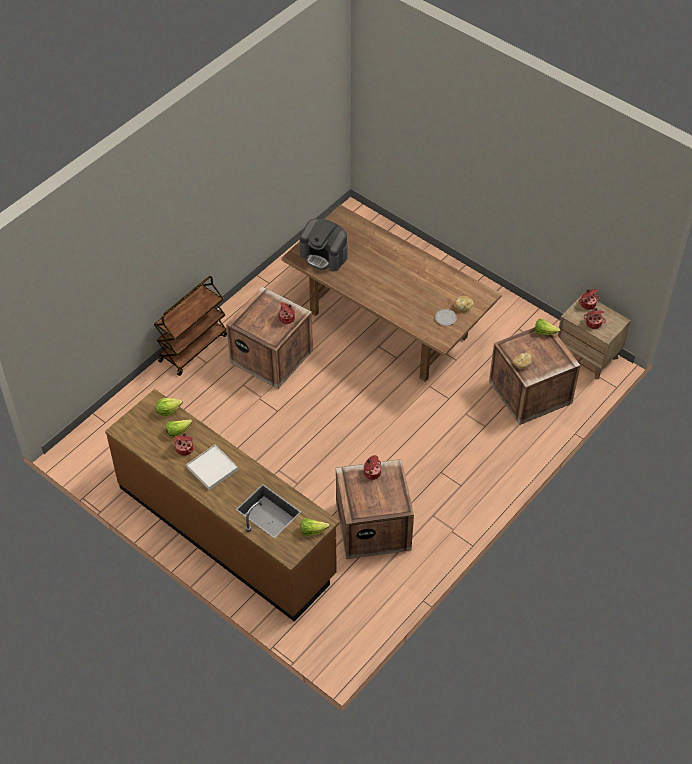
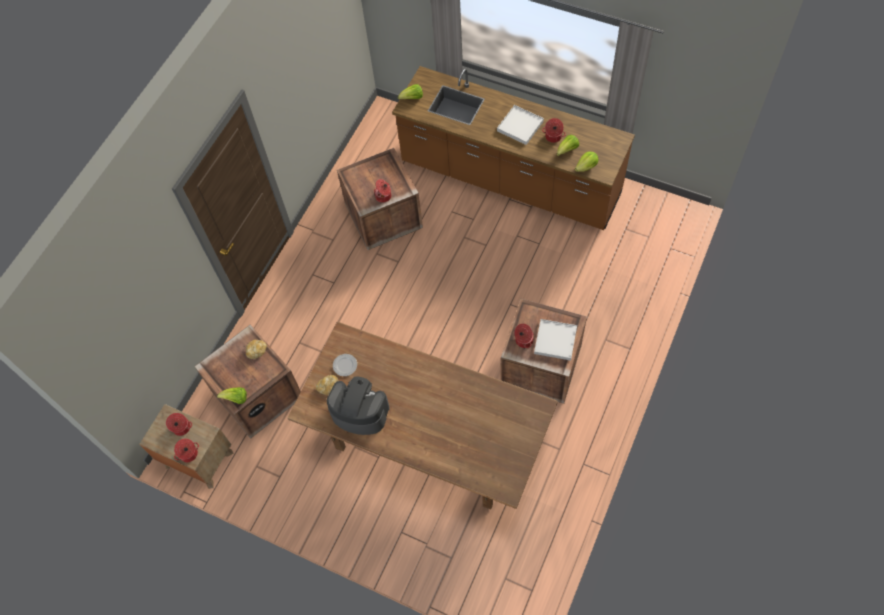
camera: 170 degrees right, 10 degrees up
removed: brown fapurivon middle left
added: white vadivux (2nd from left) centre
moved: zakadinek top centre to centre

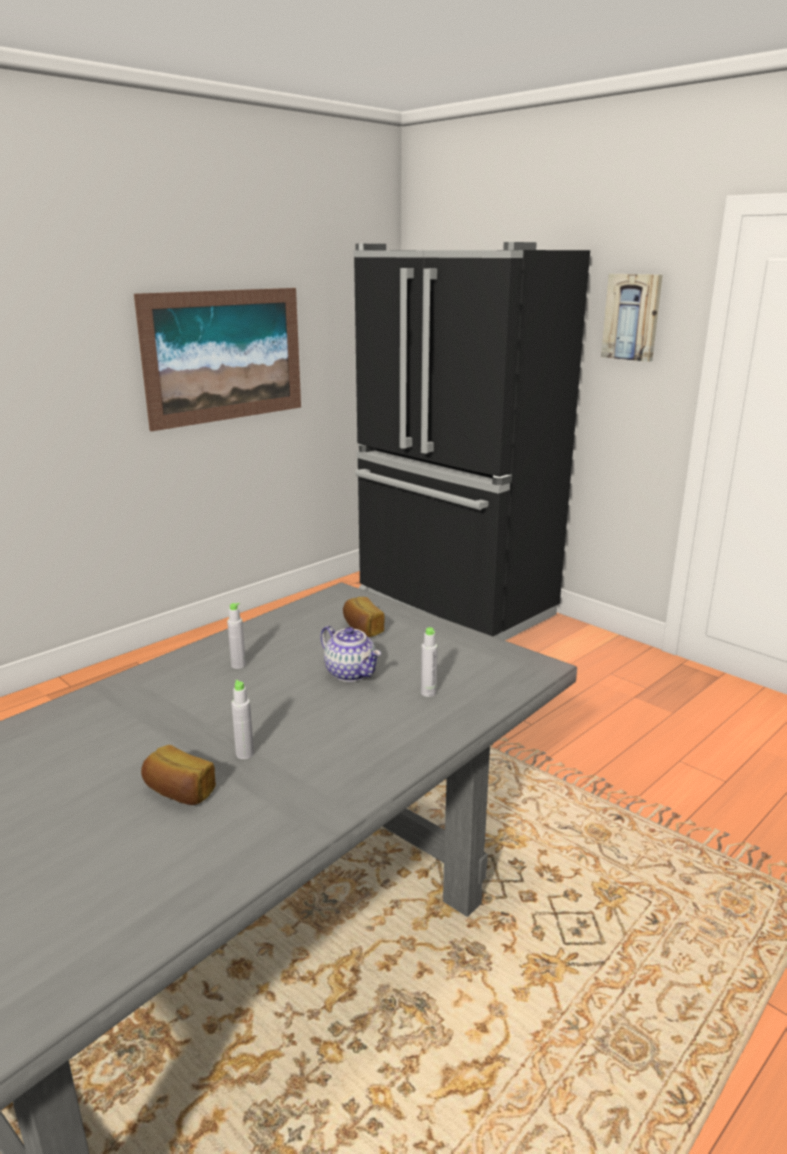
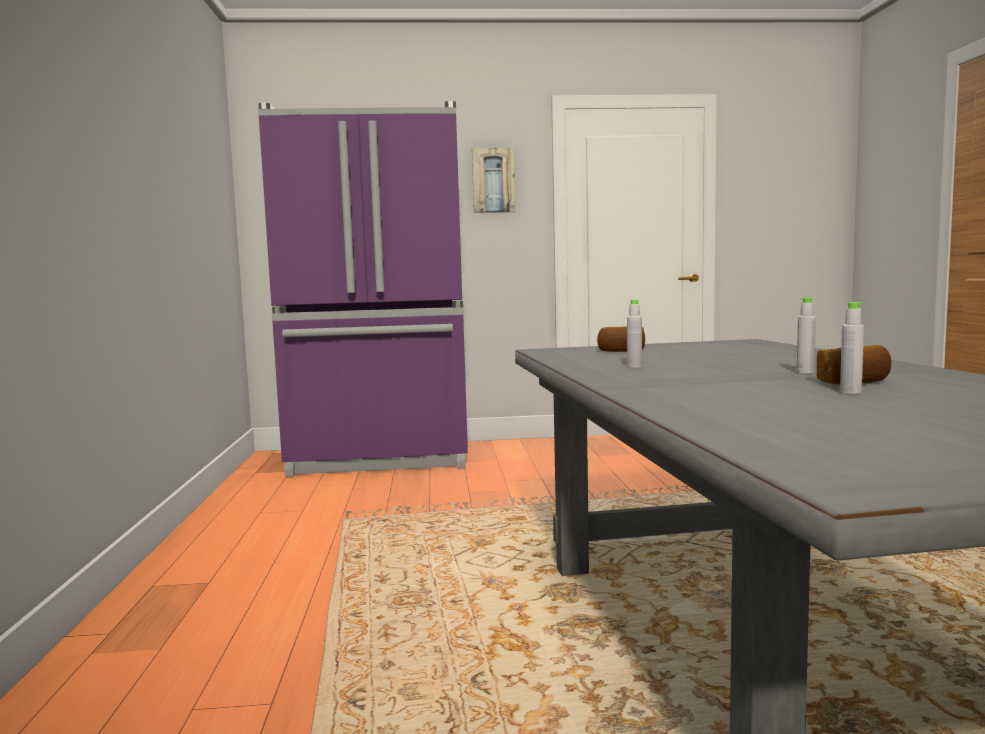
camera: 50 degrees left, 15 degrees down
removed: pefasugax (1st from left) top left; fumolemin centre
moved: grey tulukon (3rd from left) centre to middle right
recoloured: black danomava centre to purple danomava centre

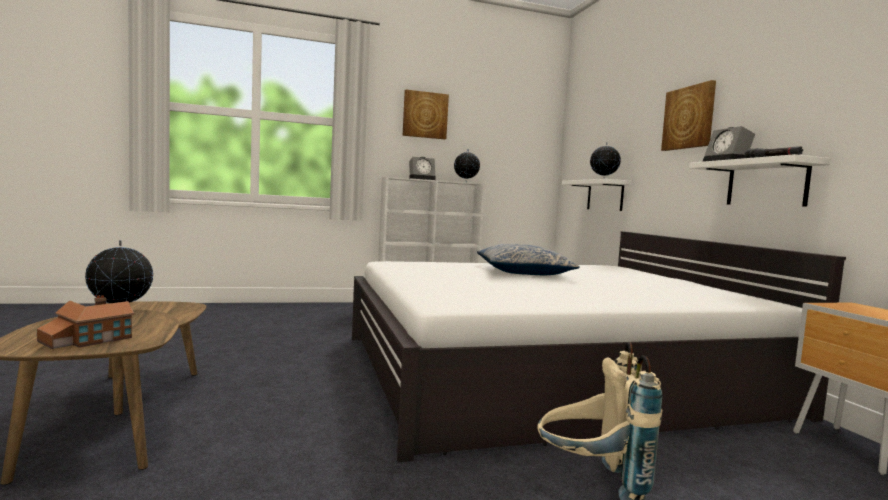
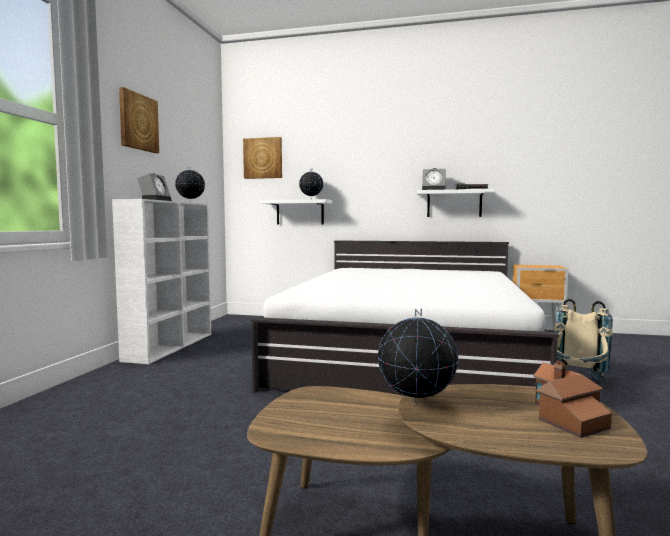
camera: 60 degrees left, 0 degrees up
removed: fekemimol centre
moved: pefasugax (2nd from left) top right to top centre

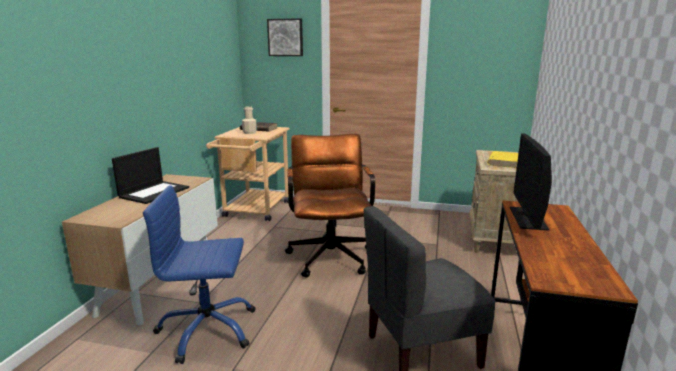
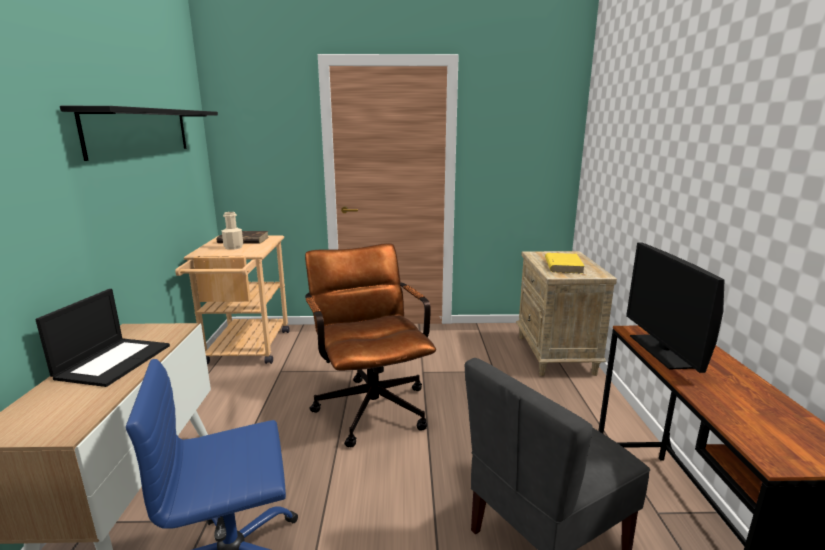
camera: 15 degrees left, 0 degrees up
removed: pefasugax top centre
added: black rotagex top left

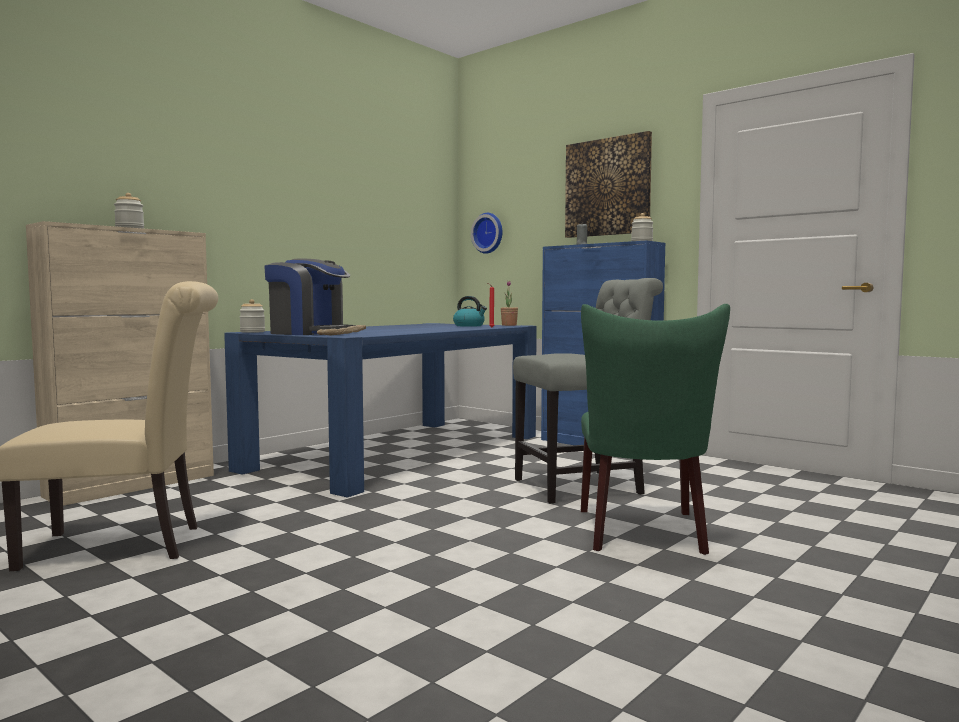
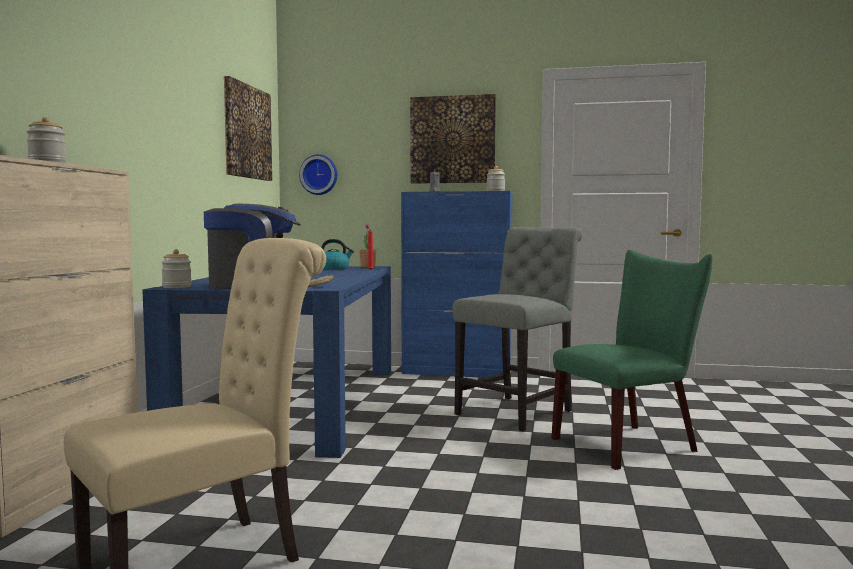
camera: 30 degrees left, 0 degrees up
added: pefasugax (1st from left) top left
turned: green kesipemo middle right = middle right 90 degrees counterclockwise

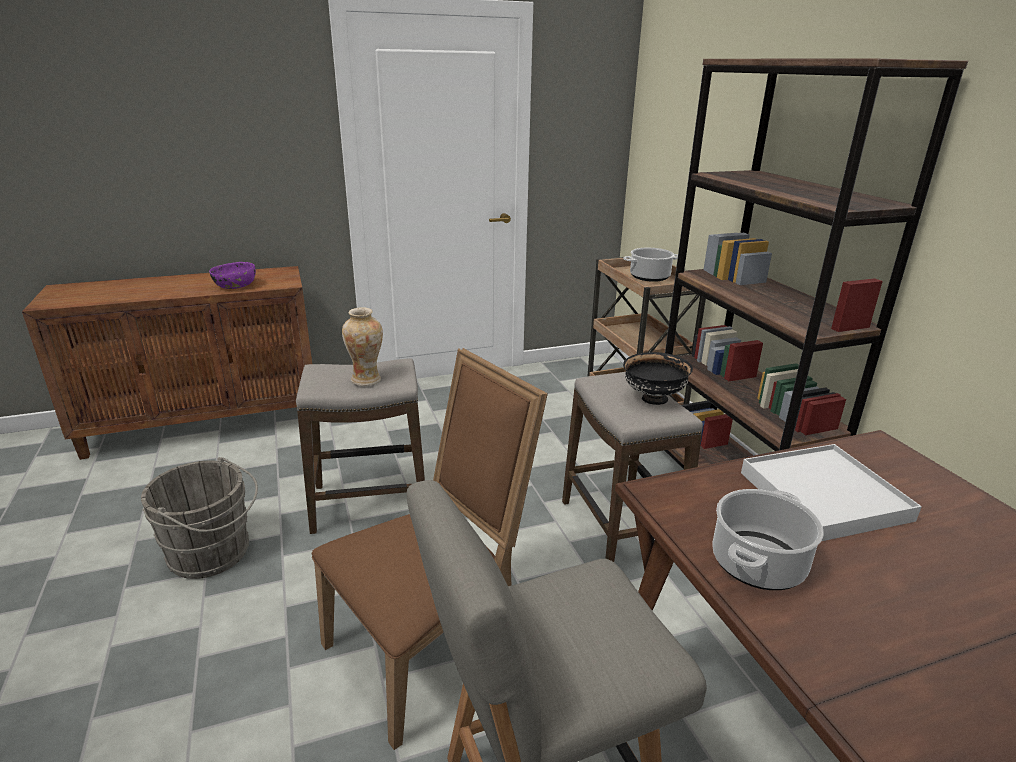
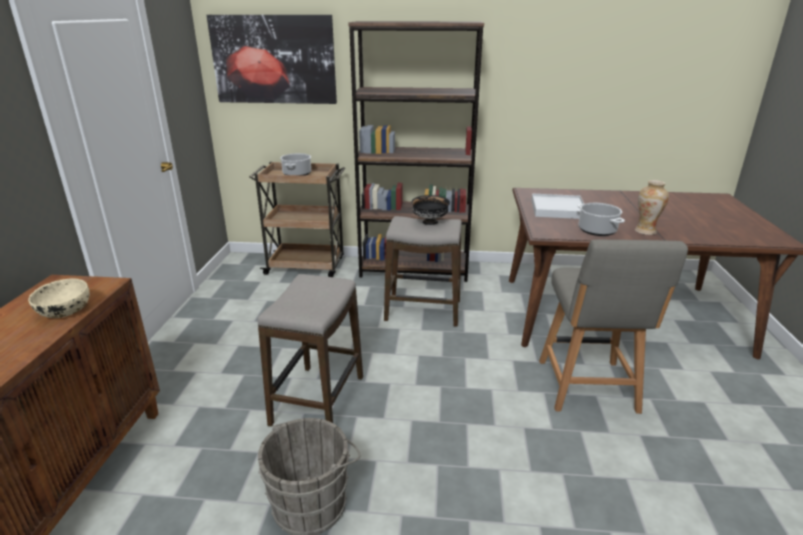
camera: 65 degrees left, 0 degrees up
removed: brown kesipemo bottom centre
added: pefasugax top centre
moved: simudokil centre to middle right
recoloured: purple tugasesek middle left to beige tugasesek middle left

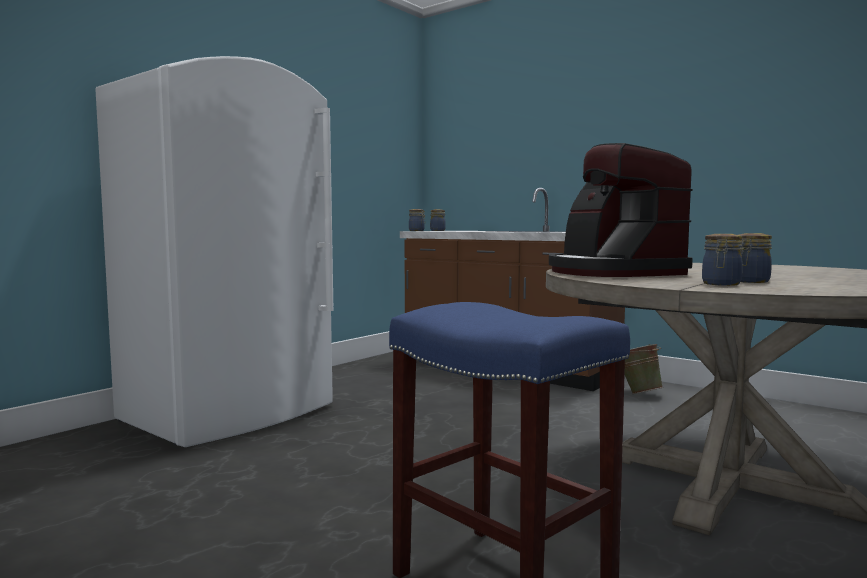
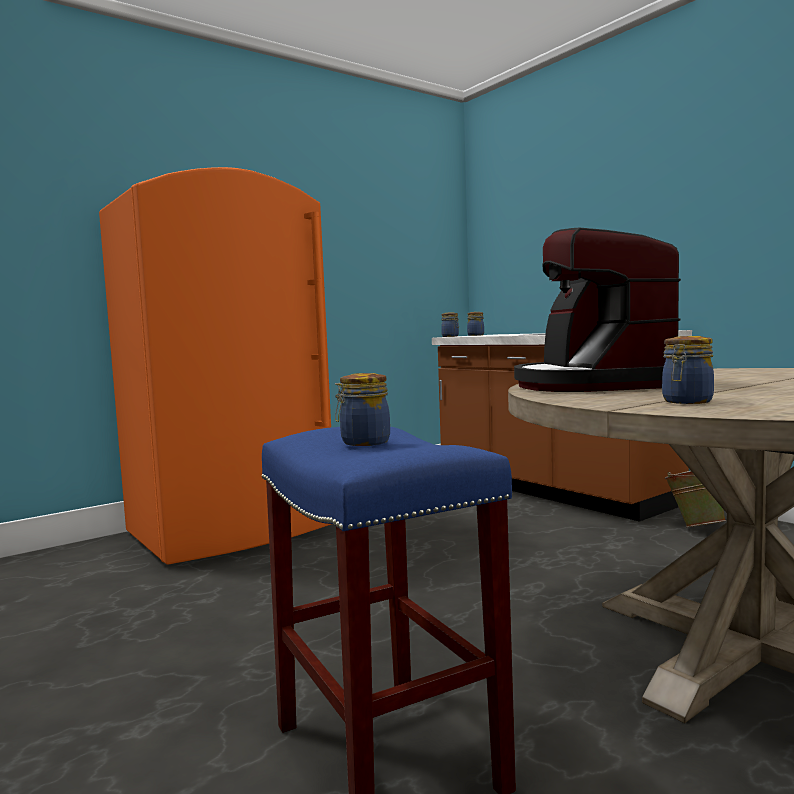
camera: 15 degrees right, 0 degrees up
moved: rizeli (4th from left in the first image) middle right to rizeli (1st from left) centre
recoloured: white danomava middle left to orange danomava middle left

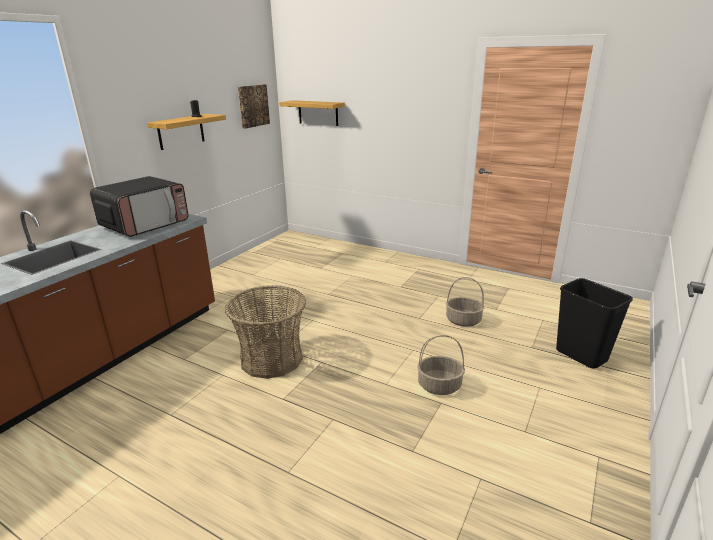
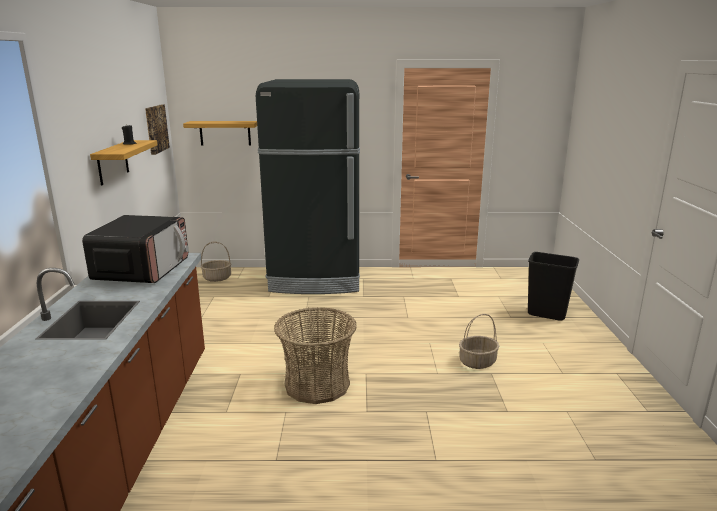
camera: 30 degrees left, 5 degrees down
added: black danomava centre
moved: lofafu (3rd from left in the first image) centre to lofafu (1st from left) middle left

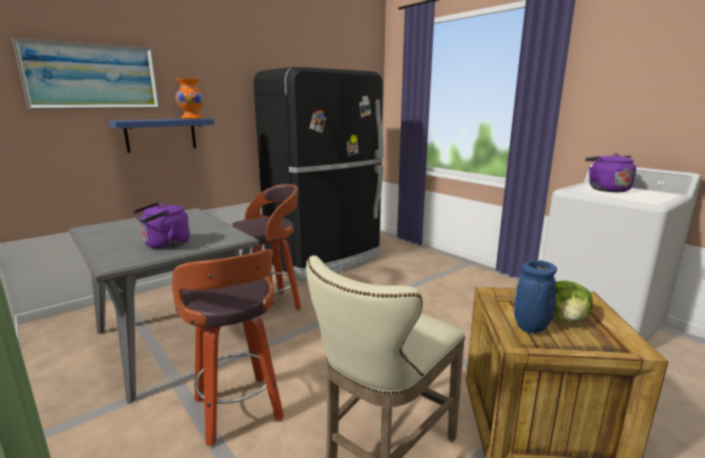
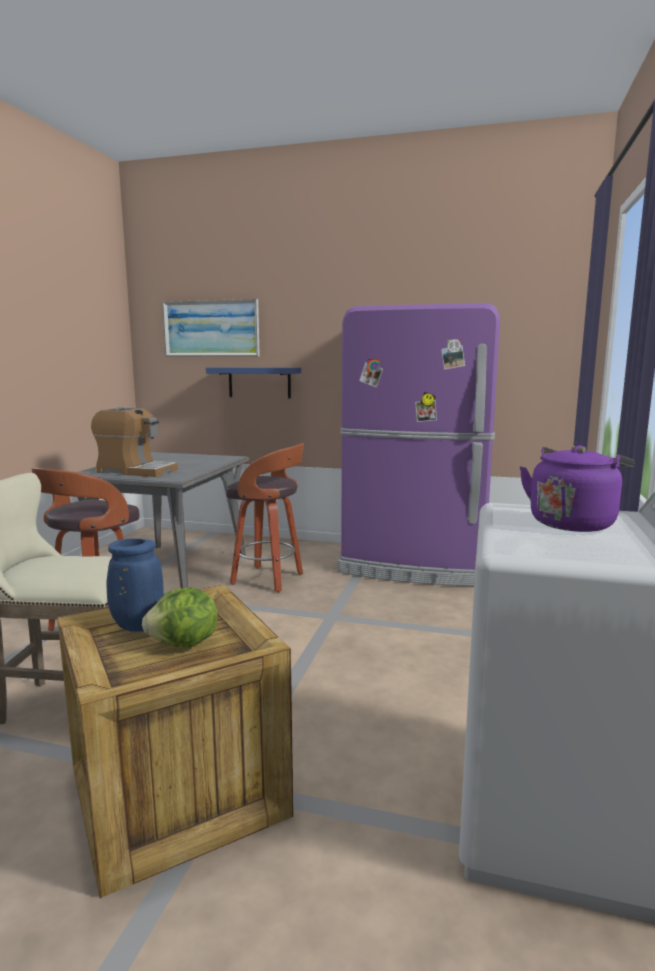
camera: 55 degrees right, 5 degrees down
removed: orange simudokil top left
replaced: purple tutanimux (1st from left) middle left to zakadinek middle left
recoloured: black danomava centre to purple danomava centre

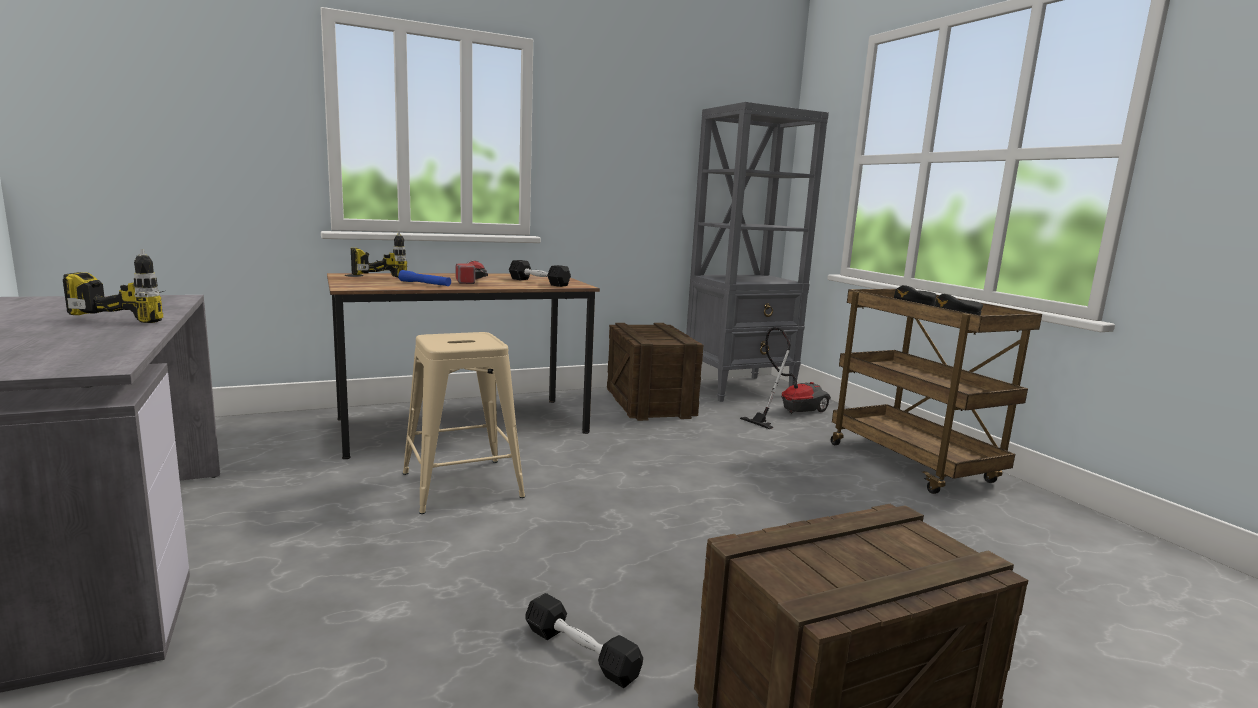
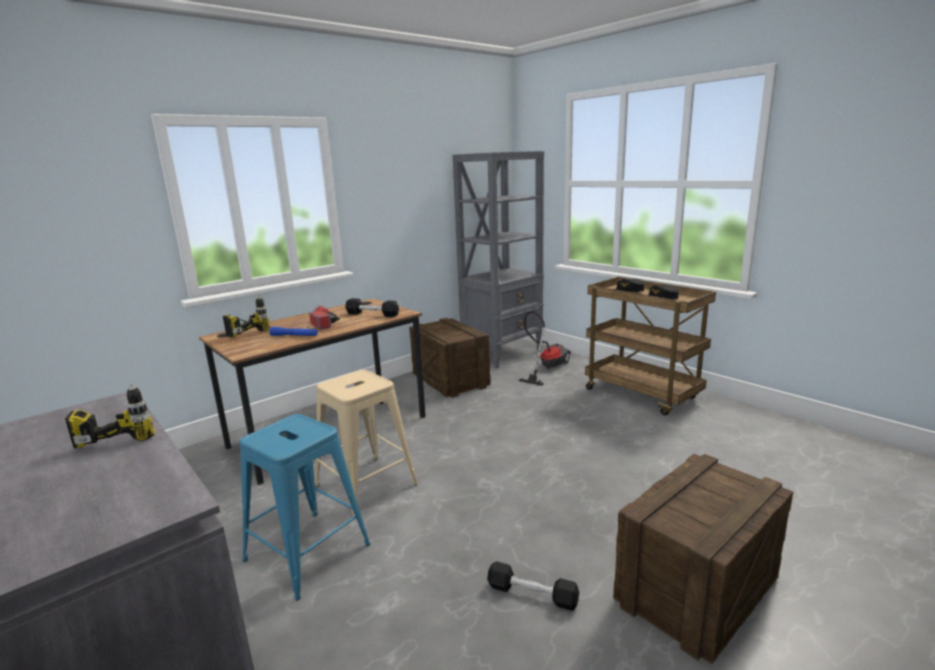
camera: 15 degrees left, 5 degrees up
added: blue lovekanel bottom left

